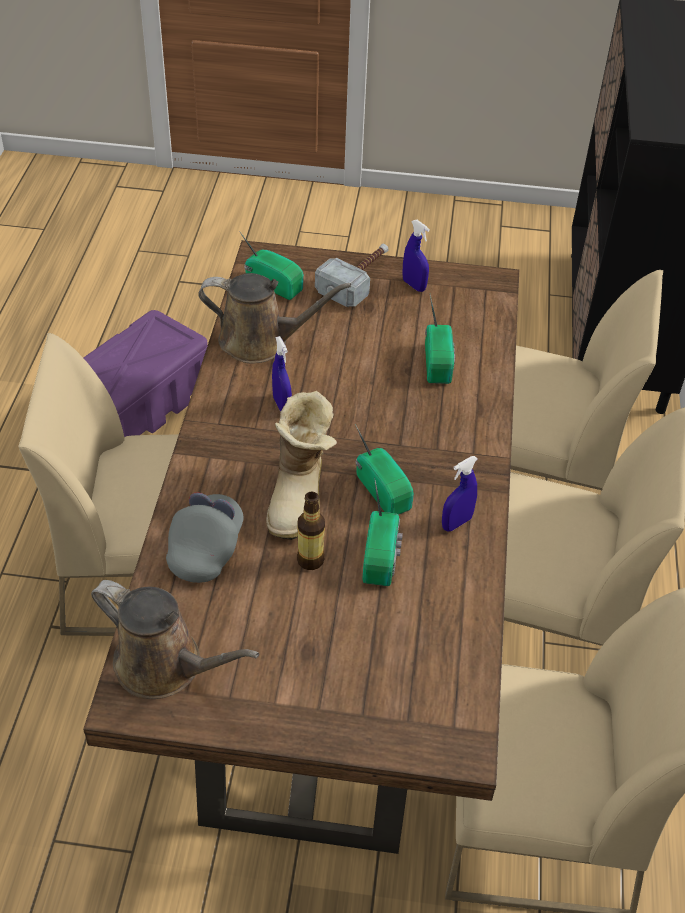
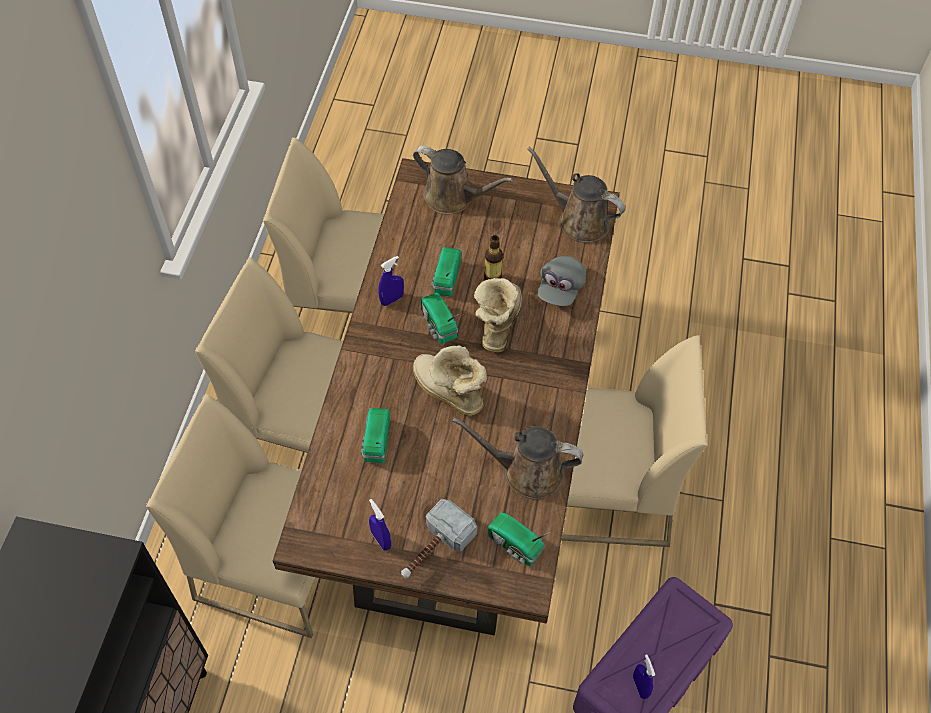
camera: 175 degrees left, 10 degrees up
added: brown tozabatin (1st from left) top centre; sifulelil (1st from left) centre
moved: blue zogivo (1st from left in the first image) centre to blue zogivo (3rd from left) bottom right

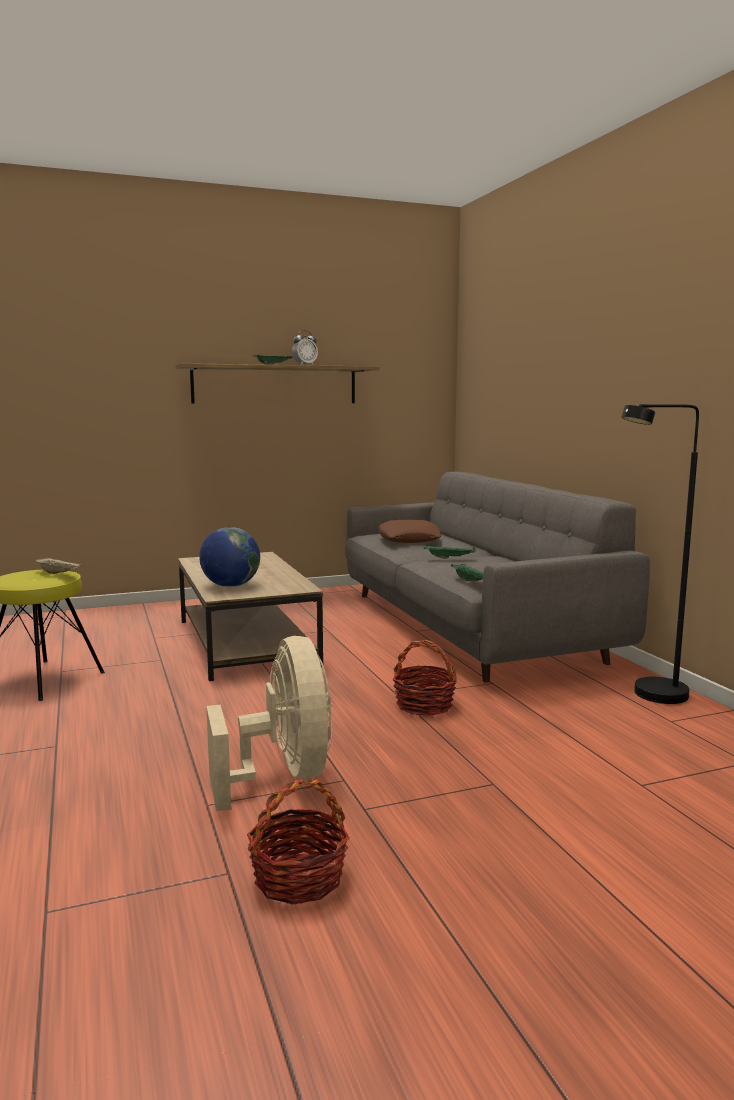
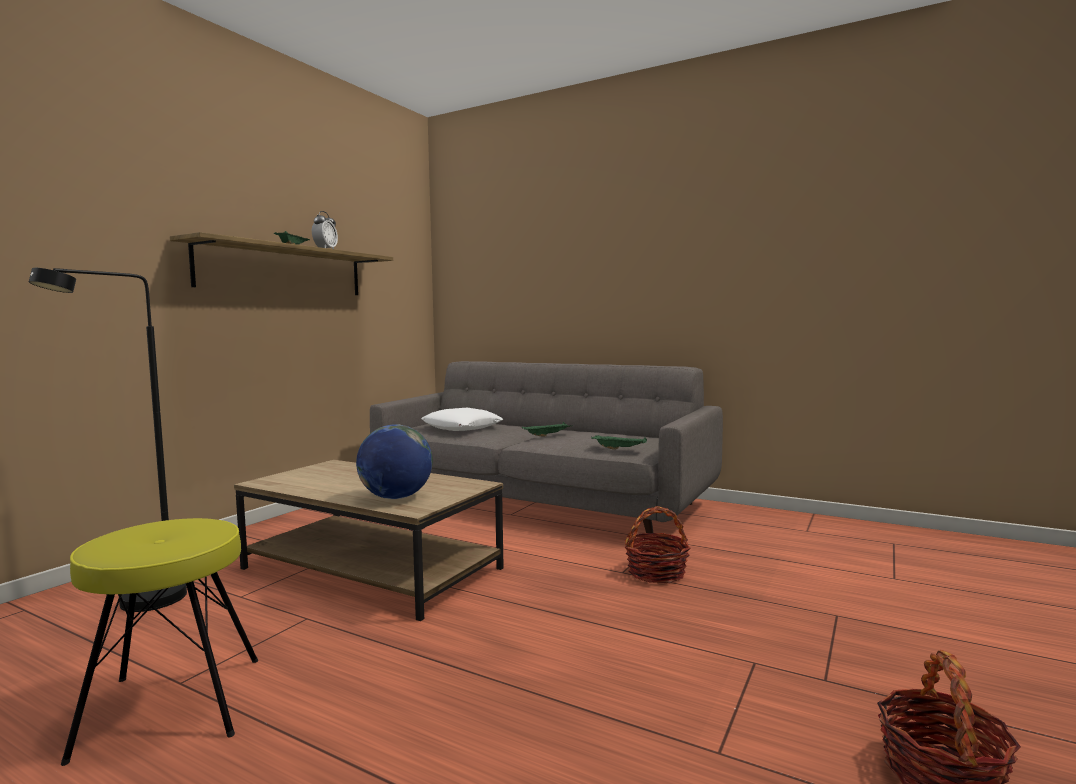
camera: 40 degrees left, 5 degrees down
removed: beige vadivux middle left; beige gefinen centre
moved: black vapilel middle right to middle left
recoloured: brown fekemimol centre to white fekemimol centre

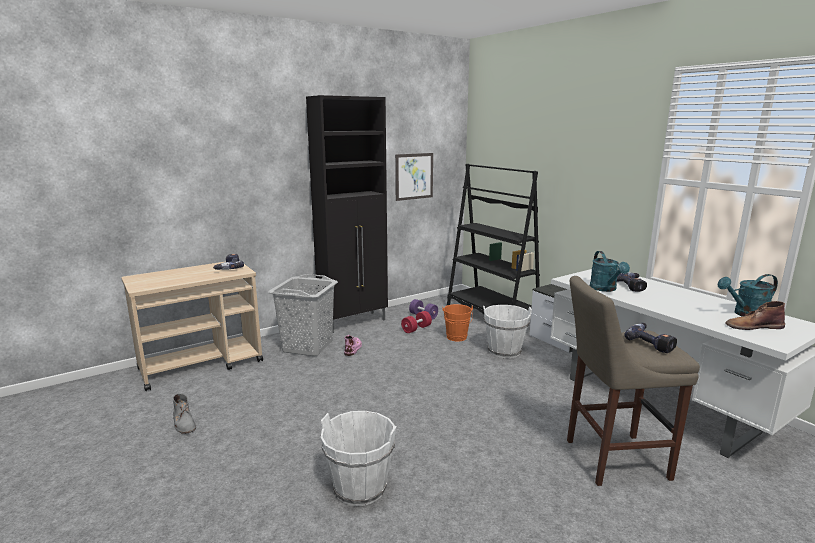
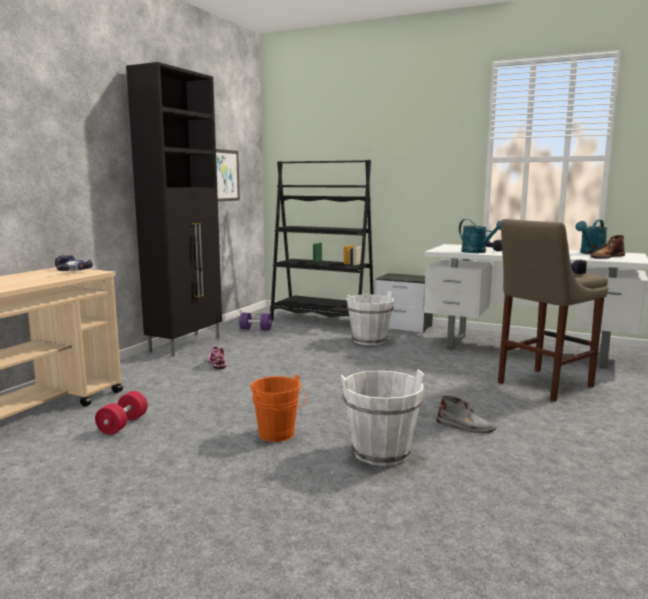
camera: 30 degrees left, 5 degrees down
removed: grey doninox centre
moved: grey sifulelil bottom left to bottom right; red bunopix centre to bottom left; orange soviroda centre to bottom centre

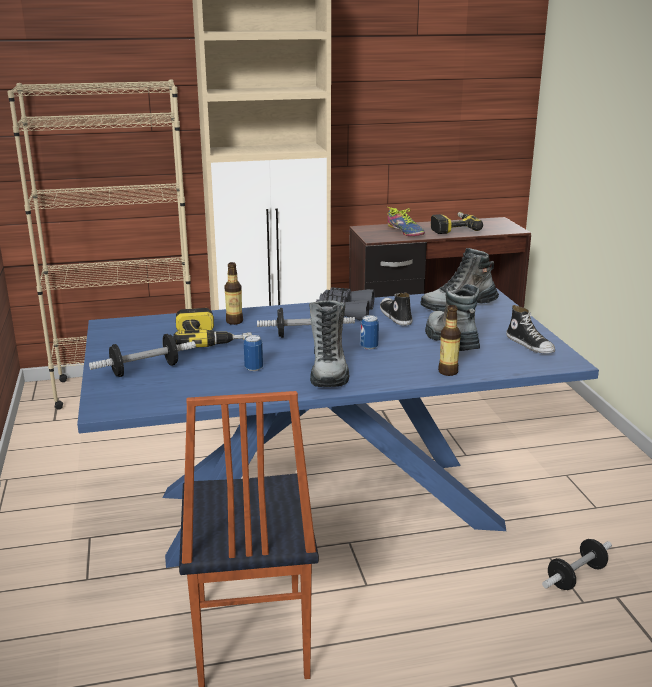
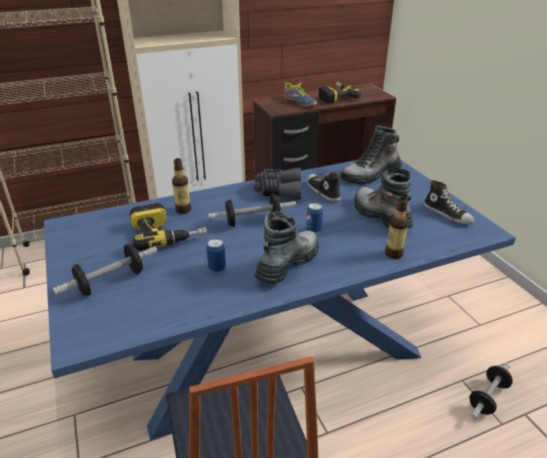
camera: 10 degrees left, 10 degrees up
turned: sifulelil (1st from left) centre = centre 135 degrees counterclockwise

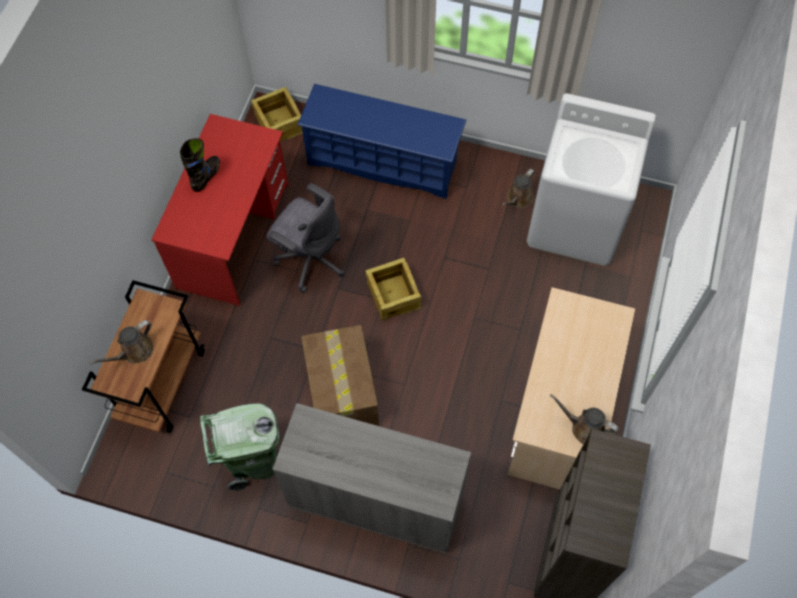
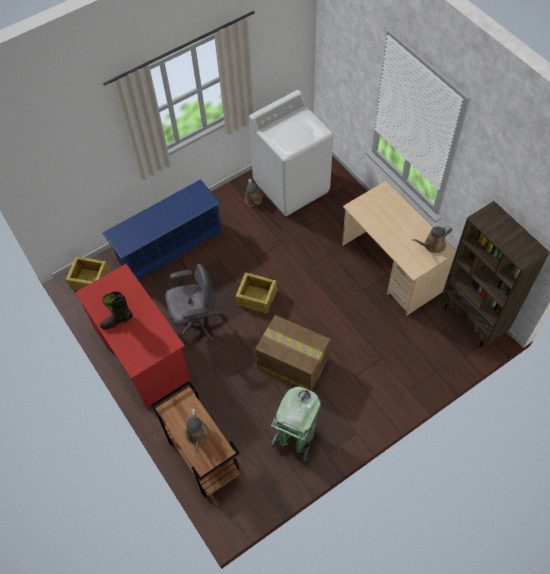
camera: 50 degrees left, 5 degrees down
removed: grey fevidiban bottom centre
turned: black sifulelil top left = middle left 90 degrees counterclockwise

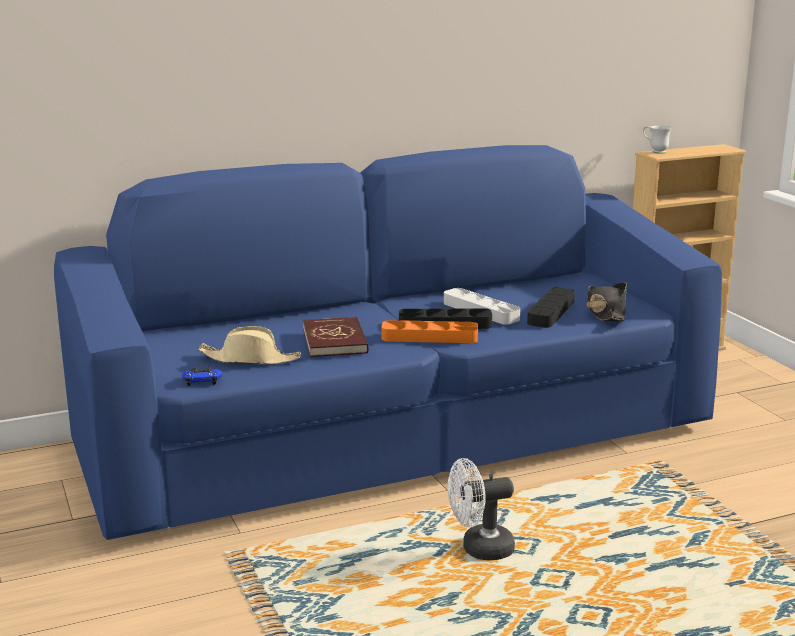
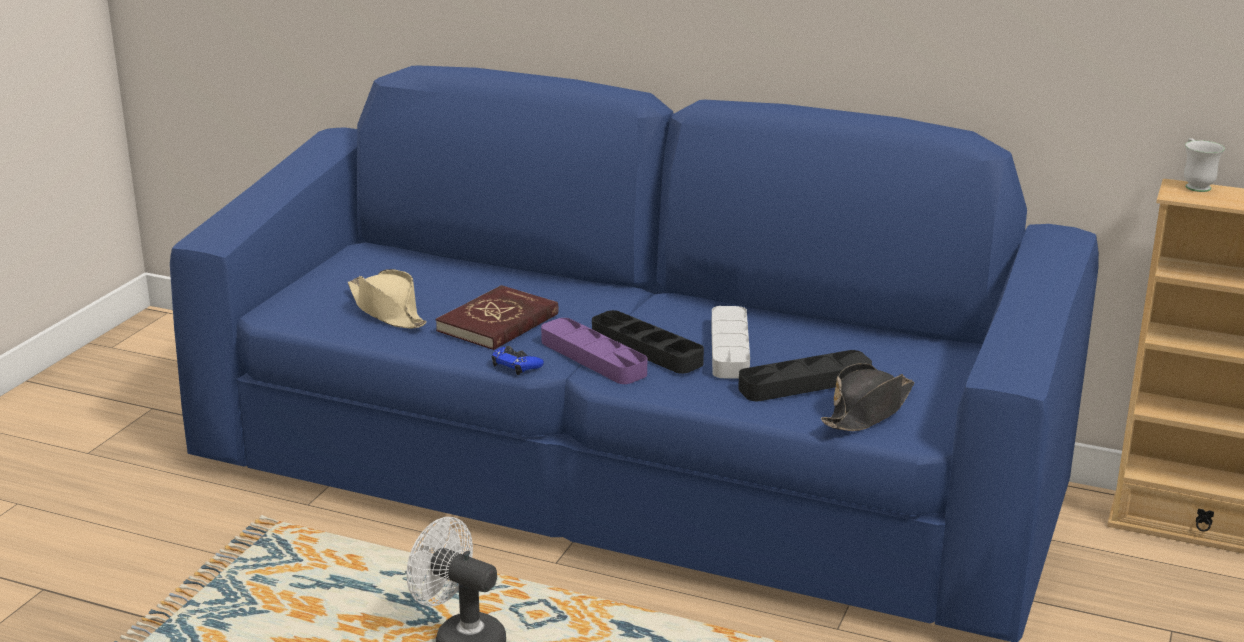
camera: 45 degrees right, 5 degrees up
moved: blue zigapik middle left to centre
recoloured: orange vadivux centre to purple vadivux centre

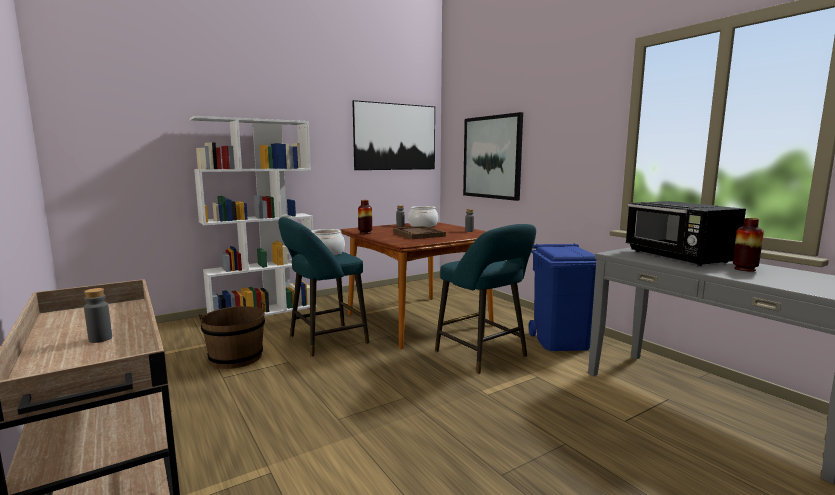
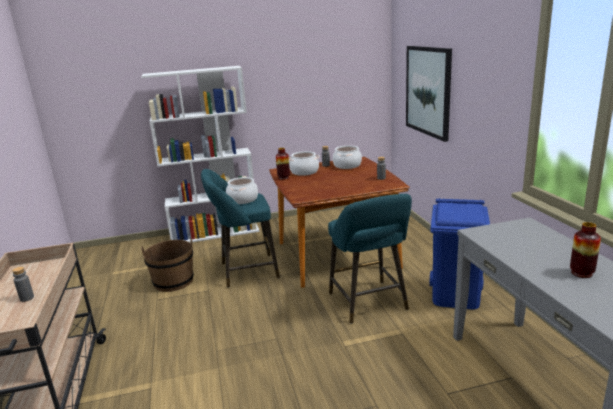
camera: 20 degrees right, 10 degrees up
removed: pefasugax (1st from left) top centre; brown vadivux centre; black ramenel middle right
added: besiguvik (2nd from left) centre

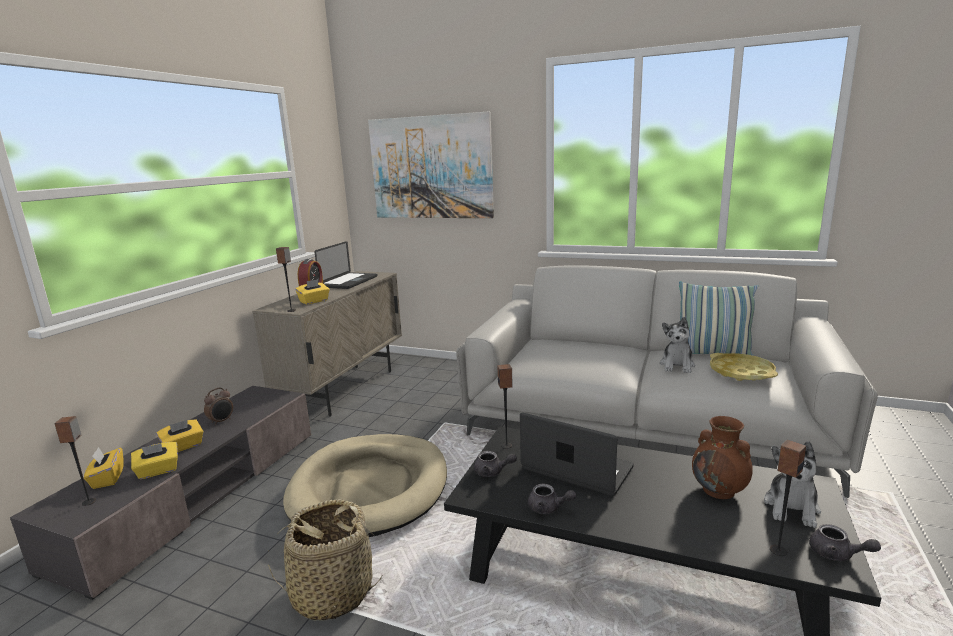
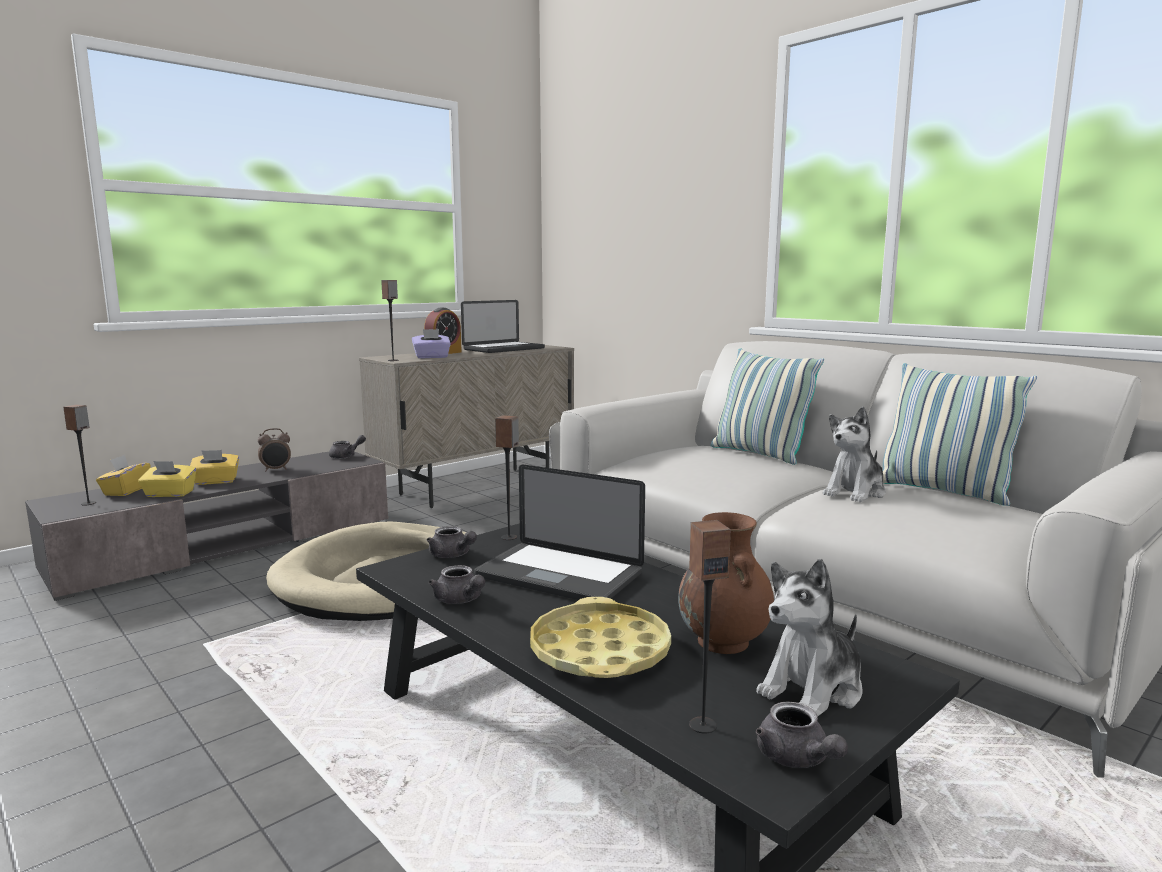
camera: 25 degrees right, 5 degrees down
removed: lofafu bottom centre; pefasugax top centre
added: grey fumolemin (1st from left) middle left; fekemimol (1st from left) centre
moved: yellow vadivux middle right to bottom centre
recoloured: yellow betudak (4th from left) middle left to purple betudak centre
turned: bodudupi (2nd from left) bottom centre = centre 150 degrees clockwise

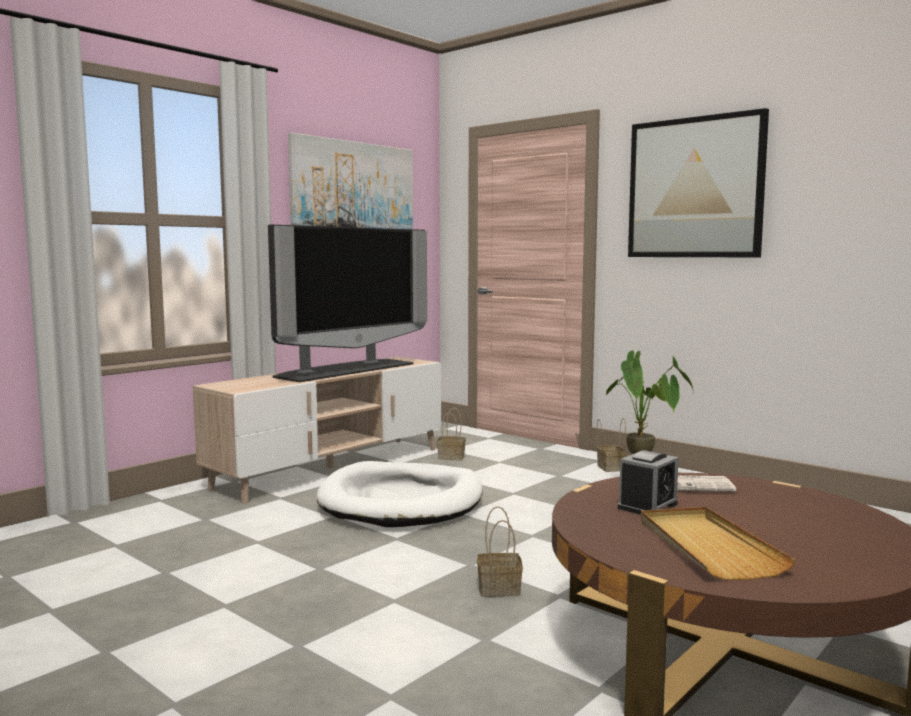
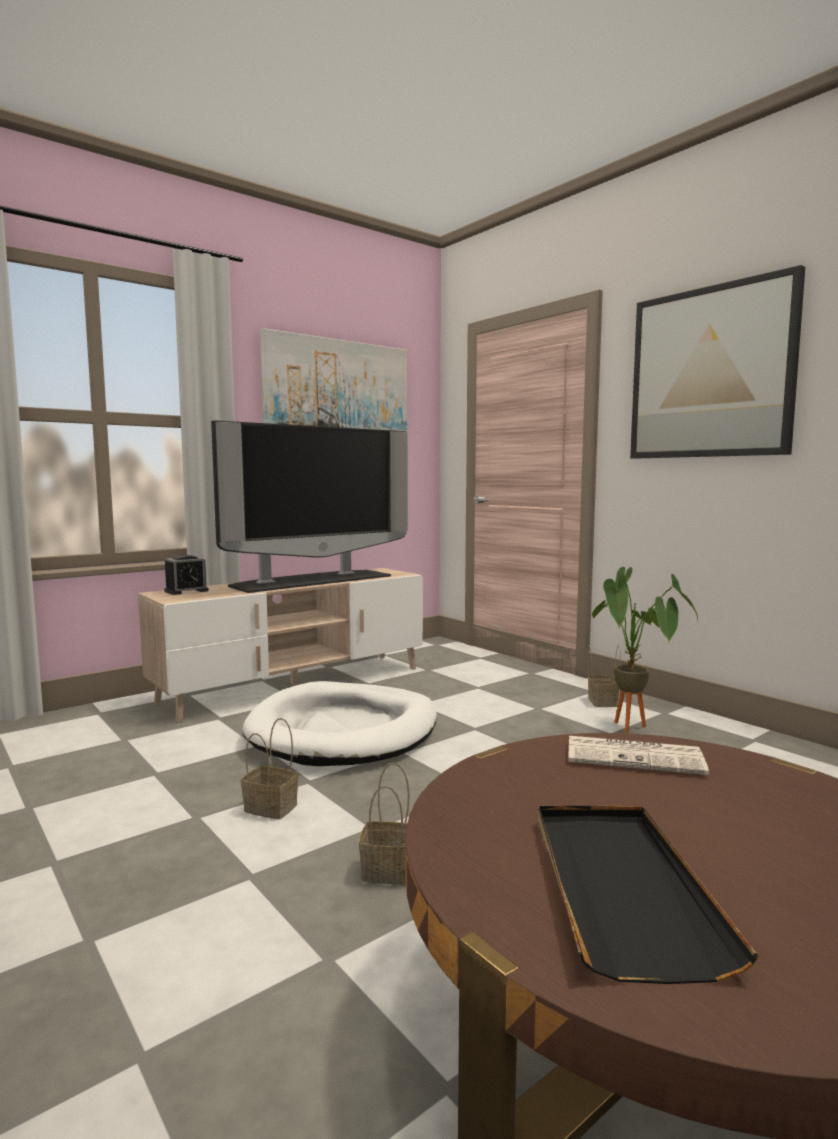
camera: 10 degrees right, 0 degrees up
moved: lofafu (1st from left) centre to bottom left; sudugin bottom right to middle left
recoloured: beige vadivux bottom right to black vadivux bottom right

